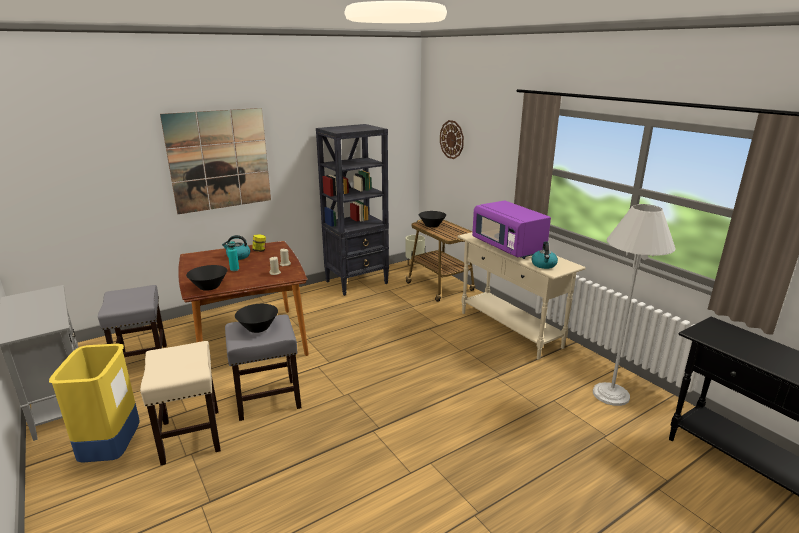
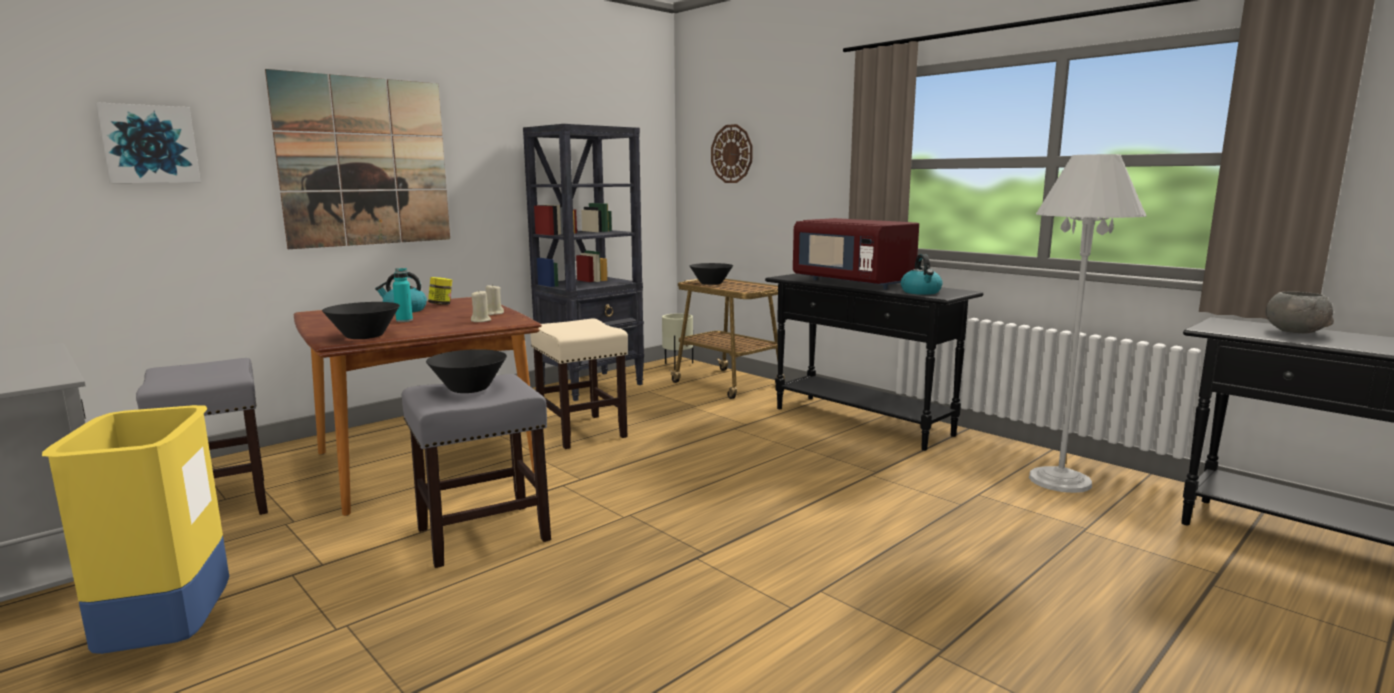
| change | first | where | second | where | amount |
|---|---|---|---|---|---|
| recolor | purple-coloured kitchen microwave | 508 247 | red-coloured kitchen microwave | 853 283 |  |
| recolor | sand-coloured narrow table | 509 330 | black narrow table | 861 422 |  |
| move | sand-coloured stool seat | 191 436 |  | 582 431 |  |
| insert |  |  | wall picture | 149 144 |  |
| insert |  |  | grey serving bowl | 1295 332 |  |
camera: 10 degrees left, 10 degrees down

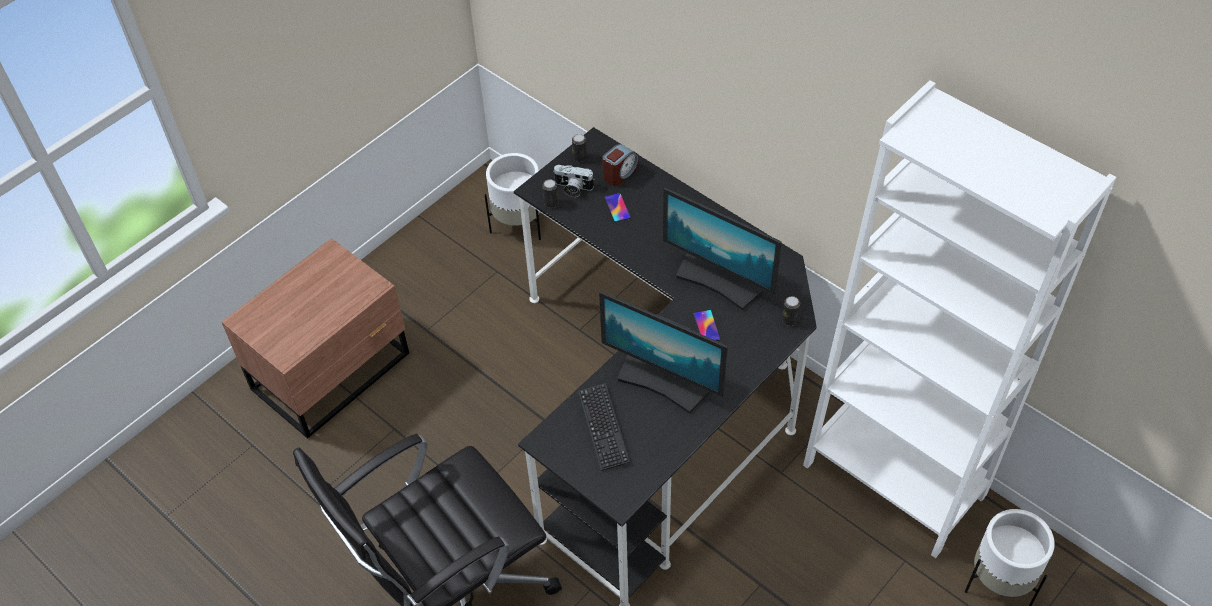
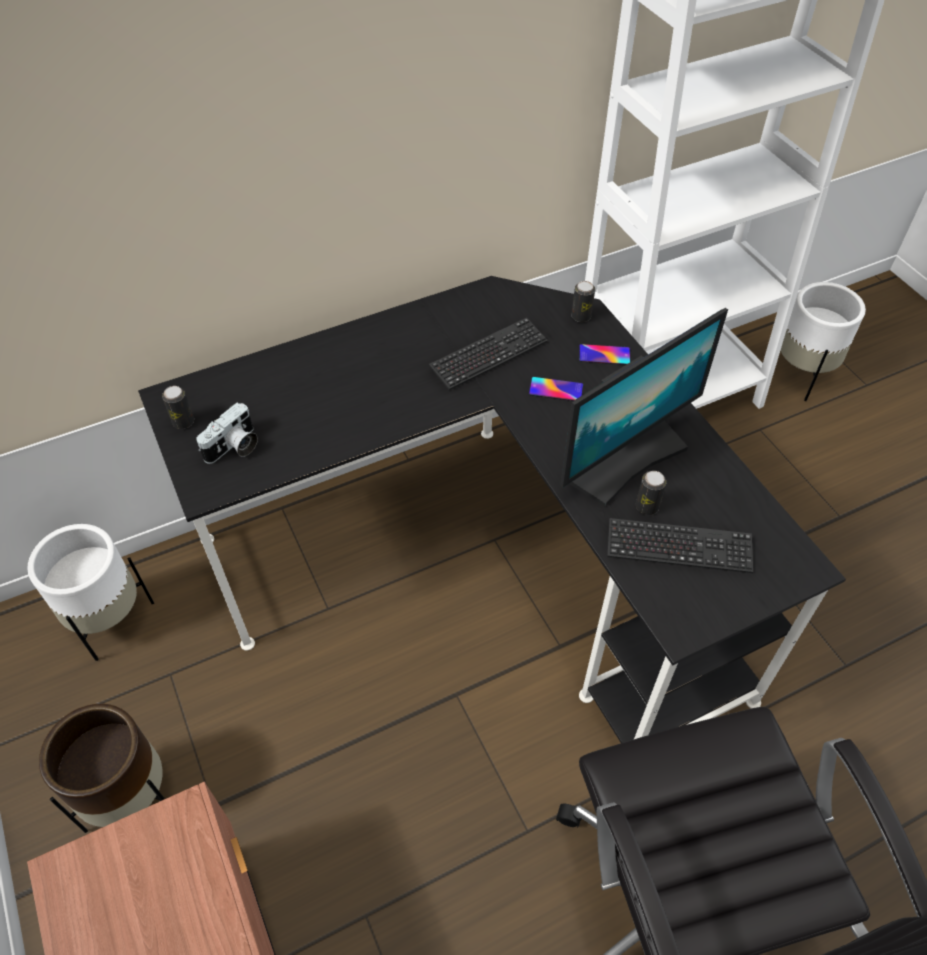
| change | first | where | second | where | amount |
|---|---|---|---|---|---|
| delete | bedside clock | 620 173 |  |  |  |
| move | metal can | 551 203 |  | 647 506 |  |
| replace | computer display | 718 280 | computer keyboard | 489 355 |  |
| move | telephone | 617 207 |  | 604 355 |  |
| insert |  |  | brownish plant pot | 131 797 |  |
camera: 70 degrees left, 0 degrees up

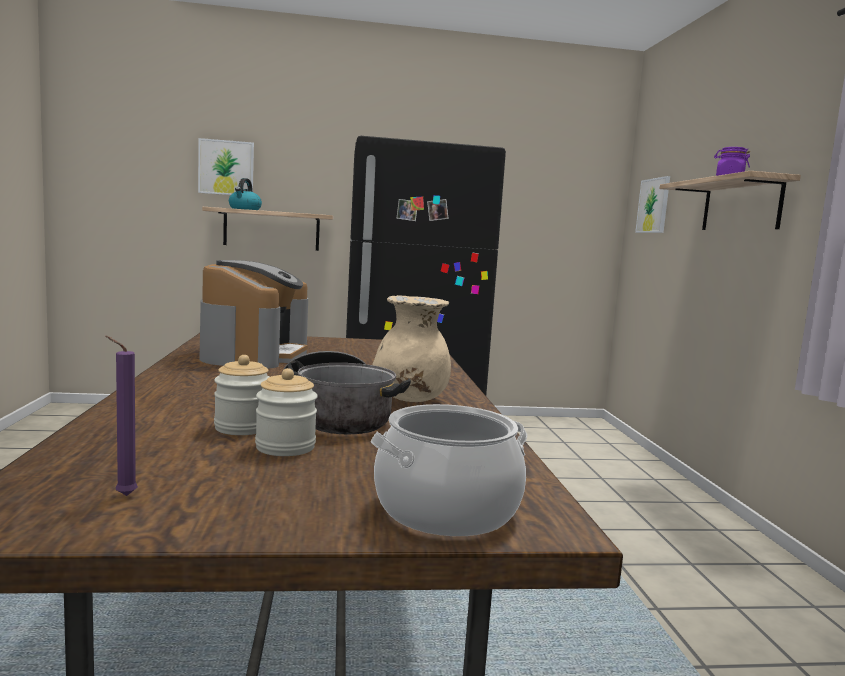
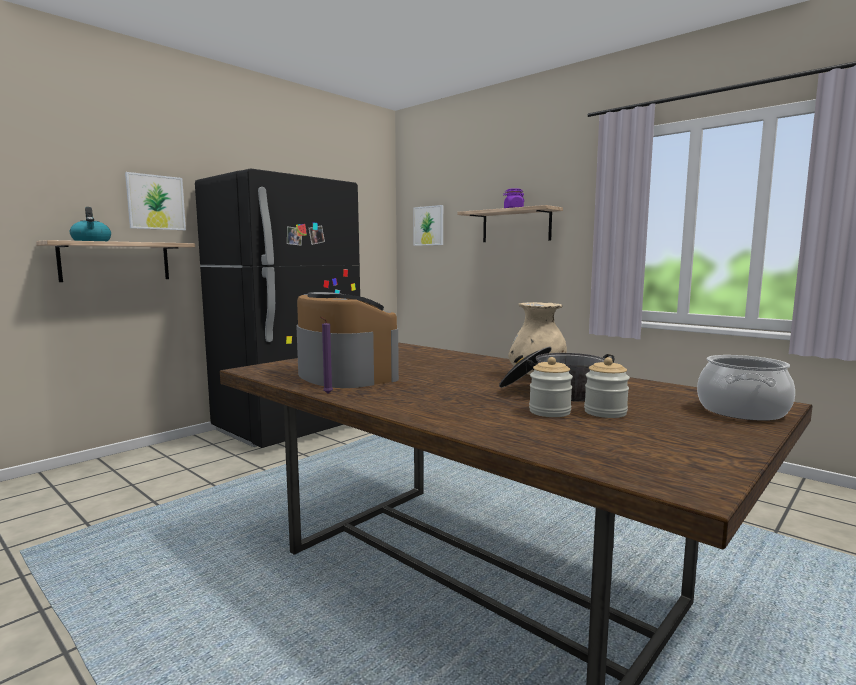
| change | first | where | second | where | amount |
|---|---|---|---|---|---|
| move | wall picture | 226 167 |  | 156 202 |  |
| move | purple-coloured wax candle | 122 496 |  | 326 394 |  |
camera: 40 degrees left, 0 degrees up

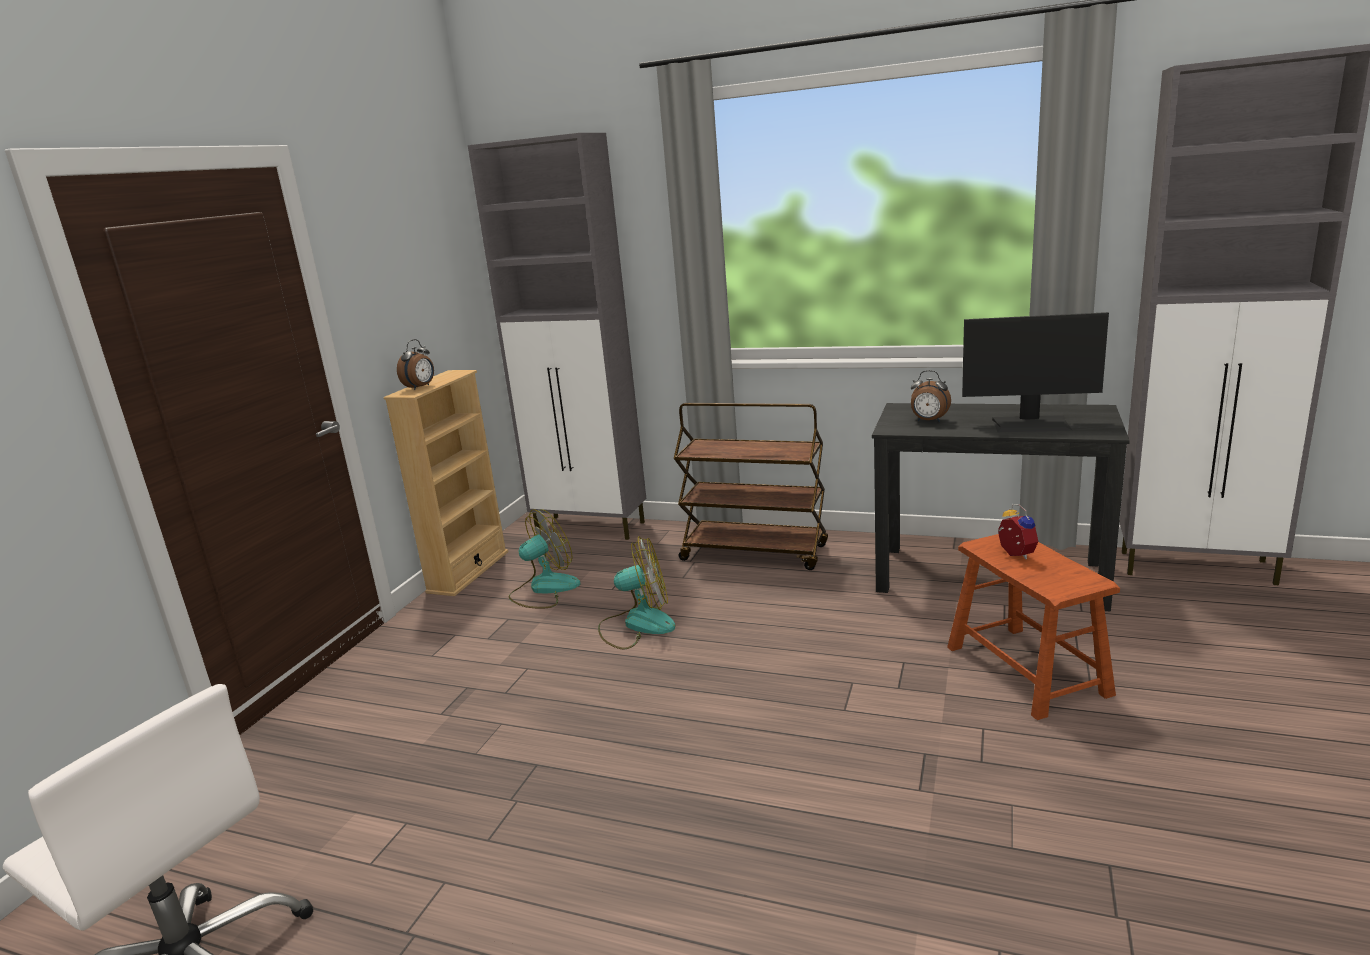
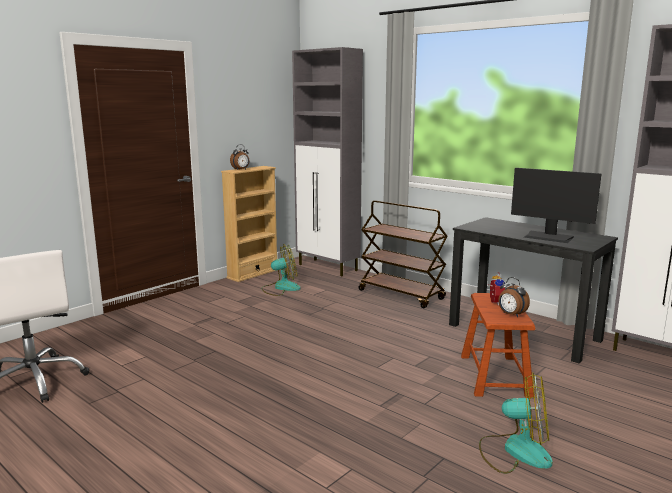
| change | first | where | second | where | amount |
|---|---|---|---|---|---|
| move | bedside clock | 929 421 |  | 511 314 |  |
| move | cooling fan | 637 625 |  | 515 451 |  |
camera: 20 degrees right, 5 degrees down

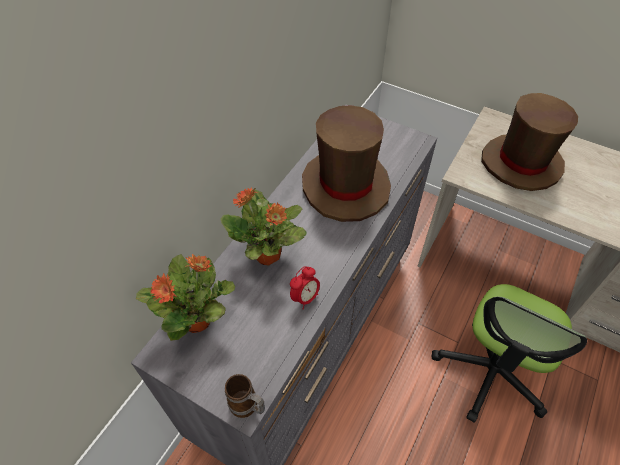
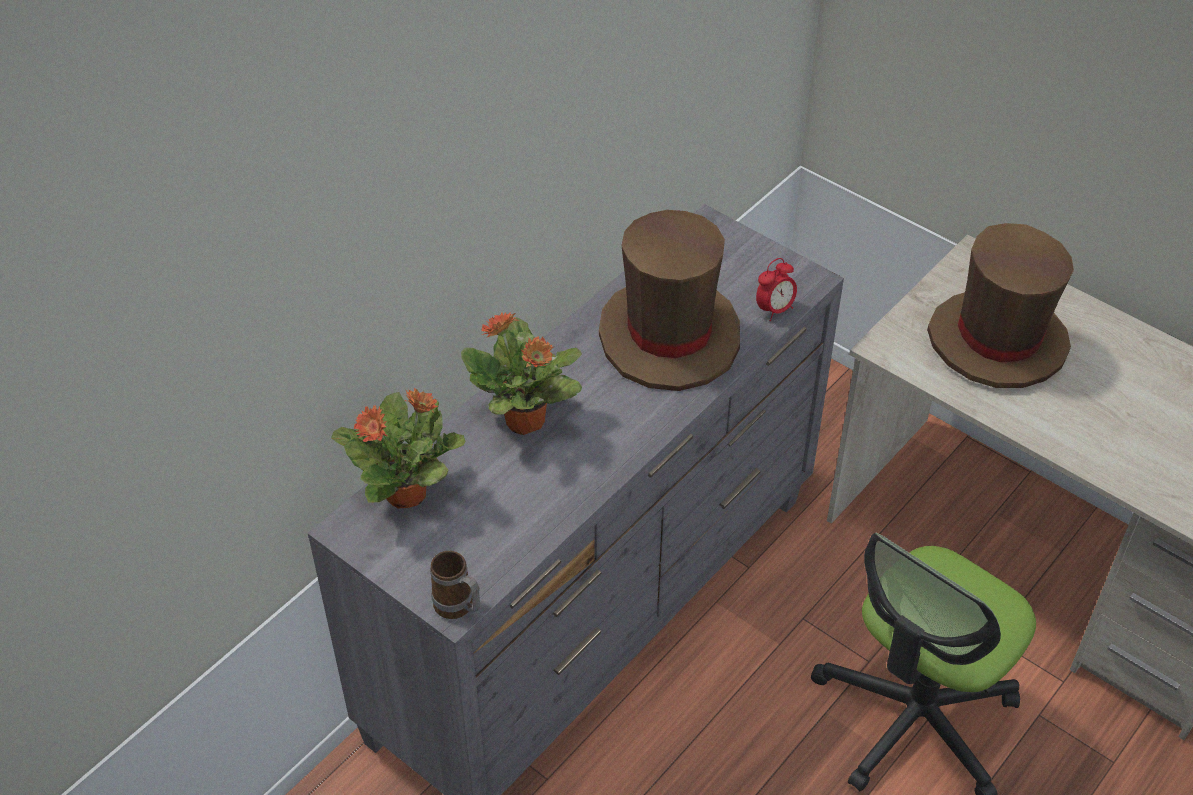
| change | first | where | second | where | amount |
|---|---|---|---|---|---|
| move | bedside clock | 305 297 |  | 774 310 |  |
camera: 10 degrees right, 5 degrees down

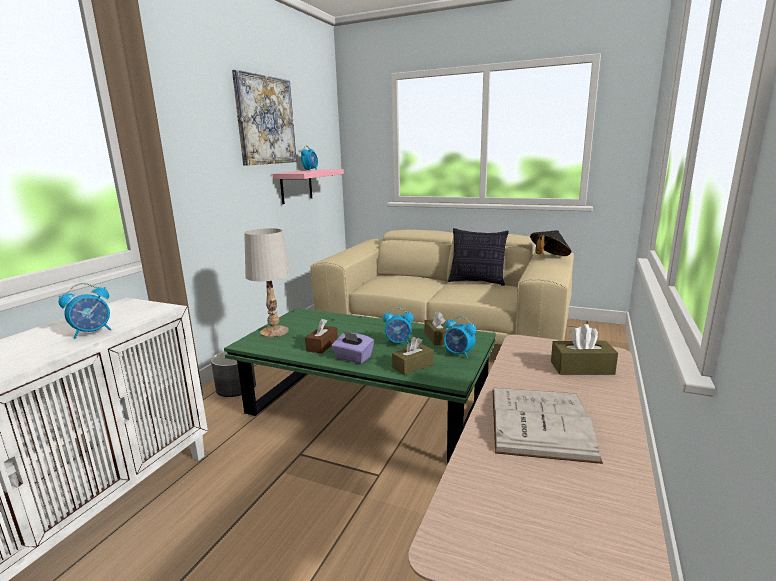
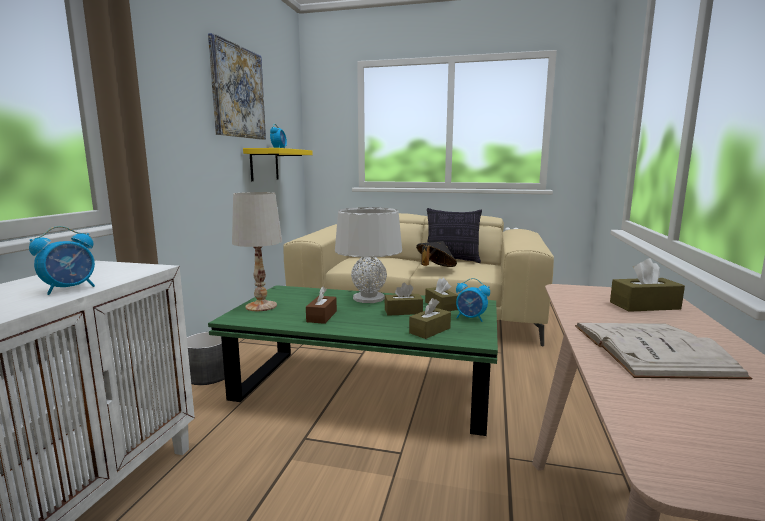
| change | first | where | second | where | amount |
|---|---|---|---|---|---|
| recolor | pink bracket shelf | 296 186 | yellow-coloured bracket shelf | 264 165 |  |
| move | black hat | 548 257 |  | 435 269 |  |
| replace | bedside clock | 398 343 | brownish tissue holder | 403 311 |  |
| delete | purple-coloured tissue holder | 353 358 |  |  |  |
| insert |  |  | grey lamp for a table | 368 298 |  |
camera: 10 degrees left, 5 degrees down

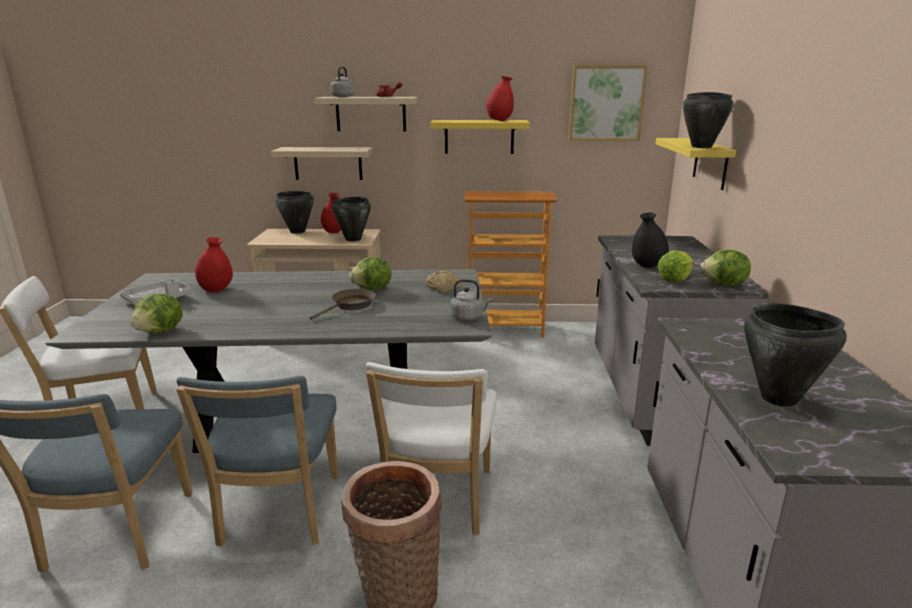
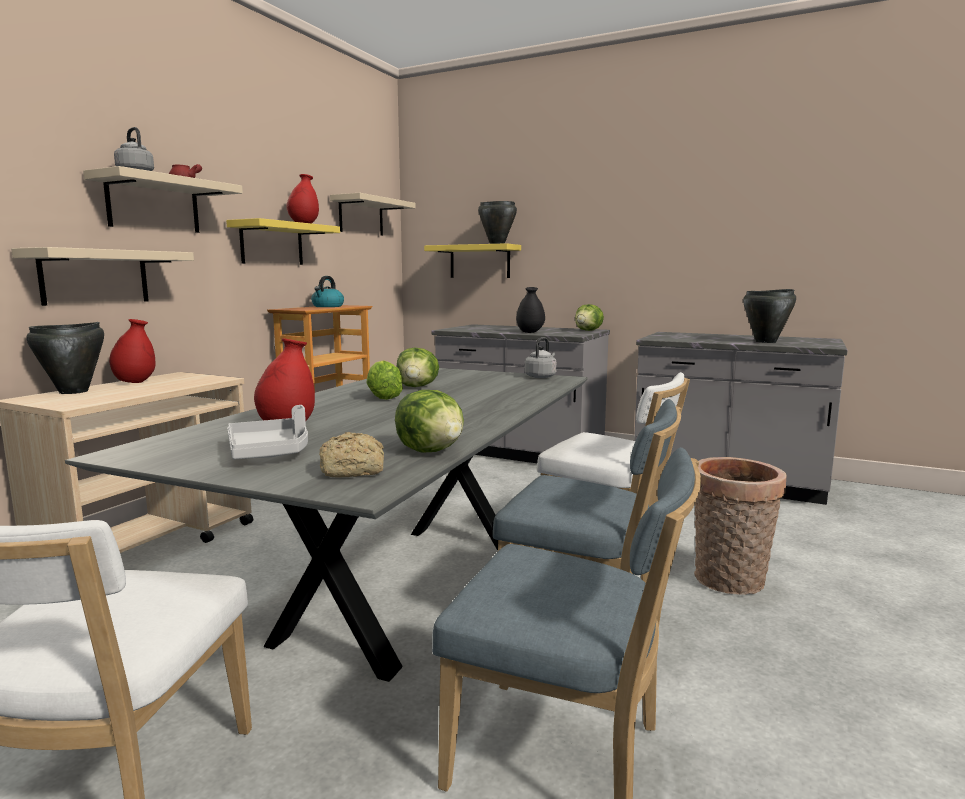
| change | first | where | second | where | amount |
|---|---|---|---|---|---|
| replace | wall picture | 606 103 | sand-coloured bracket shelf | 361 216 |  |
| delete | black stockpot | 352 239 |  |  |  |
| move | lettuce | 674 279 |  | 383 397 |  |
| move | baked bread | 443 288 |  | 354 470 |  |
| delete | brownish pan | 351 306 |  |  |  |
| insert |  |  | tea kettle | 327 306 |  |
camera: 65 degrees left, 10 degrees down

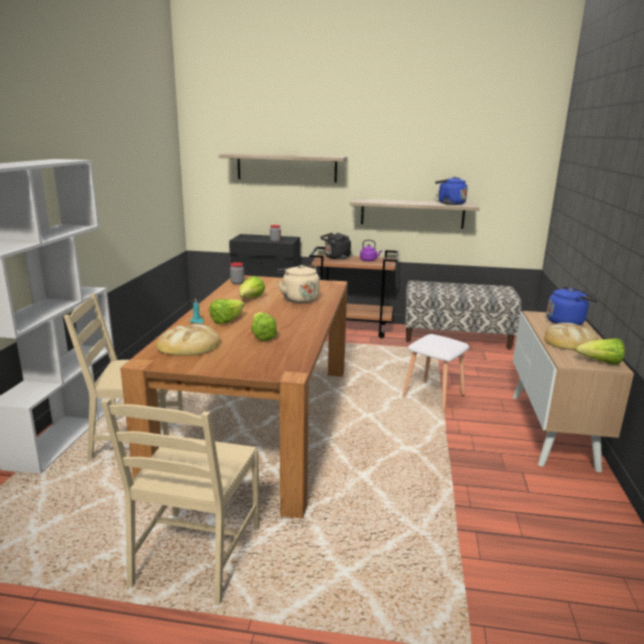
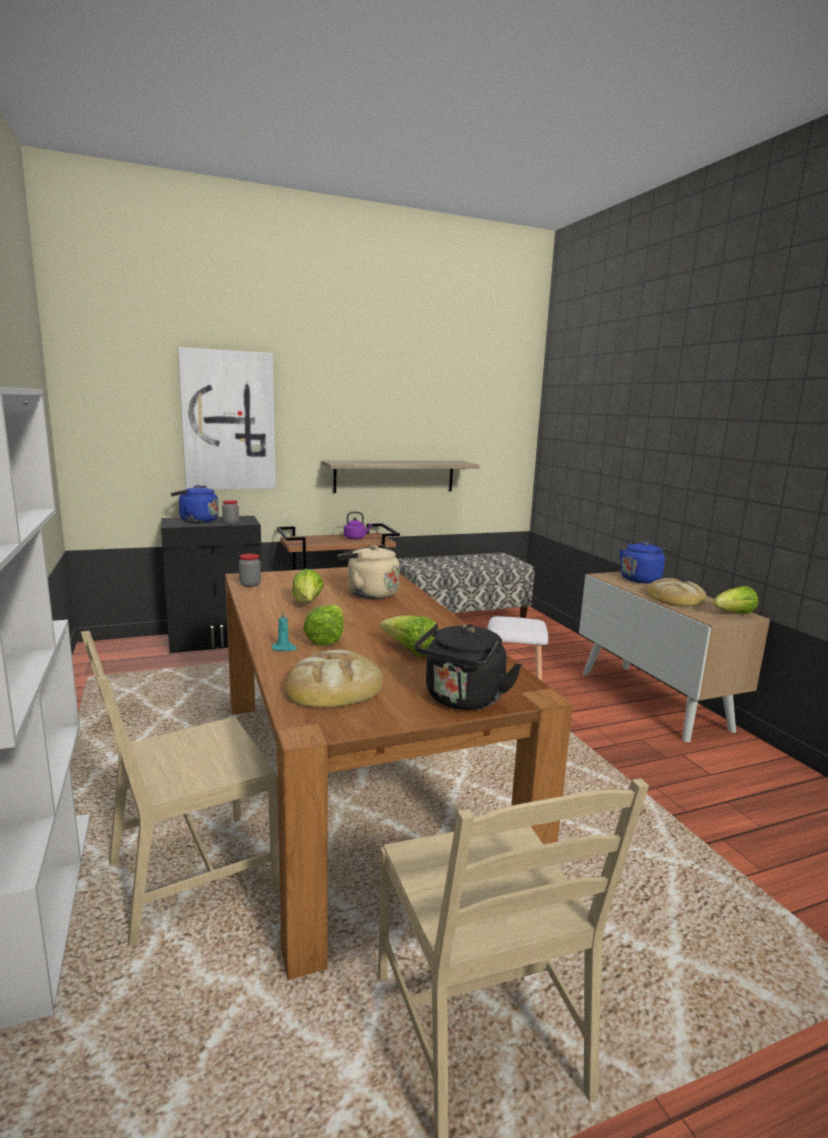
| change | first | where | second | where | amount |
|---|---|---|---|---|---|
| replace | bracket shelf | 286 167 | wall picture | 228 421 |  |
| move | bluish tea kettle | 449 203 |  | 196 521 |  |
| move | black tea kettle | 336 258 |  | 462 700 |  |
camera: 30 degrees left, 5 degrees down

